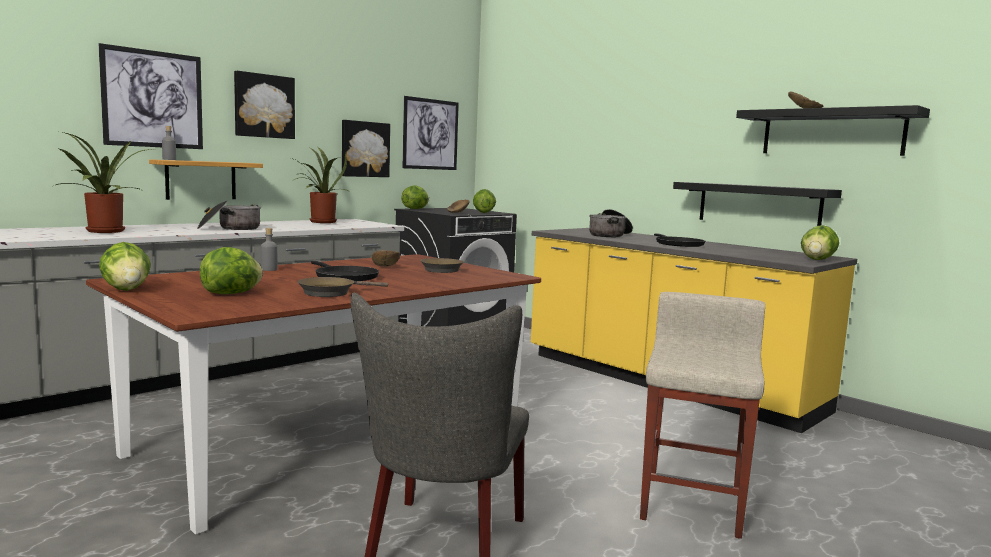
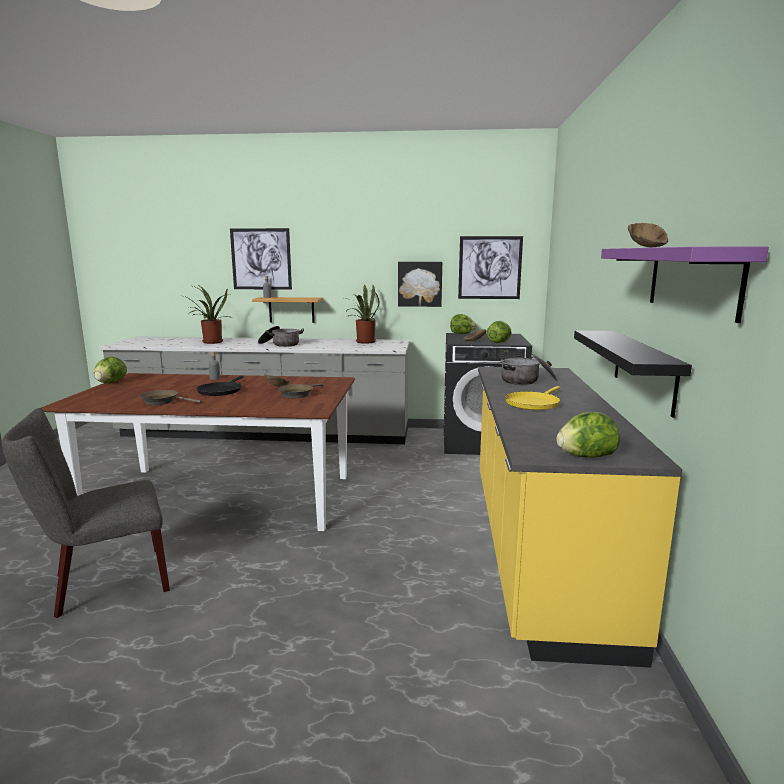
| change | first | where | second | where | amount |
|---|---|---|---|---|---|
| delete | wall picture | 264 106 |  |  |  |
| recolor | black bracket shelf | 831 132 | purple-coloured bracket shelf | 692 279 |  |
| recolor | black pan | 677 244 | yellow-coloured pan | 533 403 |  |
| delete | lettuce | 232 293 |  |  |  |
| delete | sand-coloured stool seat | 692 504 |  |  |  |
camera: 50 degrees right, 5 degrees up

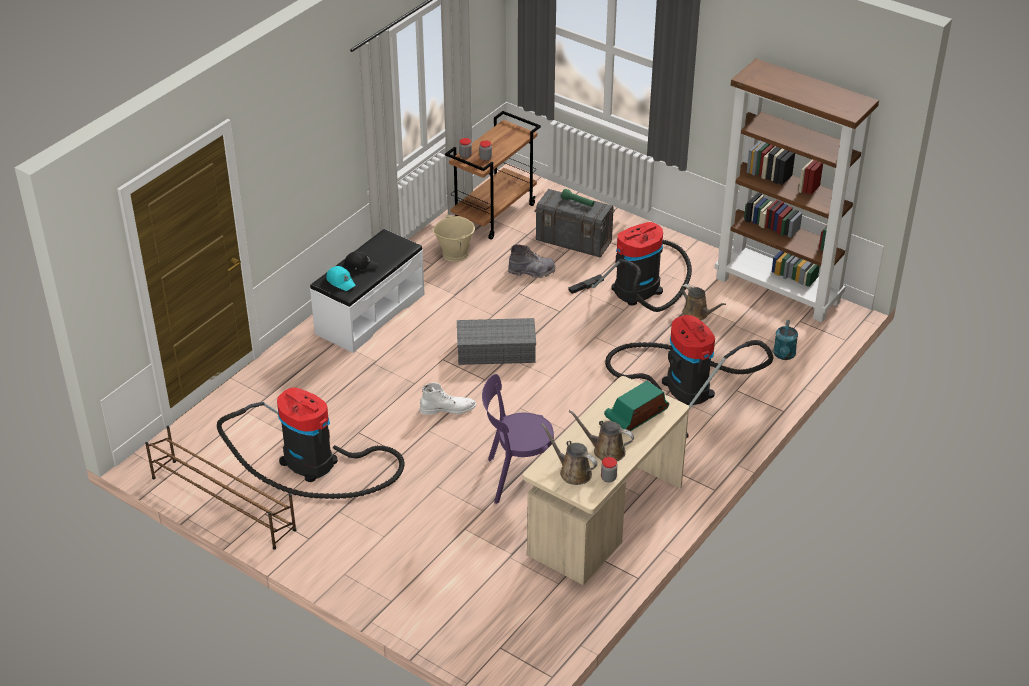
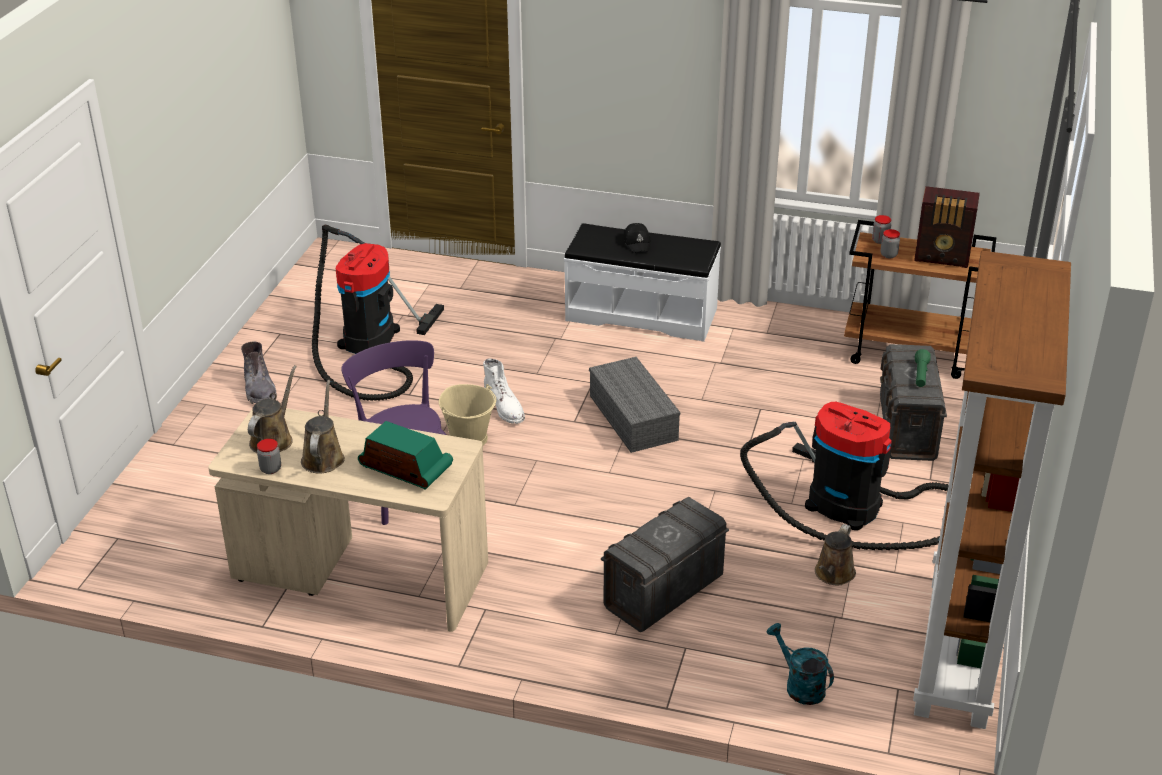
| change | first | where | second | where | amount |
|---|---|---|---|---|---|
| move | sand-coloured water bucket | 455 253 |  | 469 438 |  |
| move | grey boot | 532 271 |  | 259 390 |  |
| delete | turquoise cap | 341 281 |  |  |  |
| replace | vacuum cleaner | 683 386 | grey storage box | 663 592 |  |
| rotate | turquoise watering can | 784 355 |  | 799 685 | 60 degrees clockwise |
| delete | brownish shoe rack | 222 503 |  |  |  |
| insert |  |  | radio set | 943 257 |  |
camera: 70 degrees right, 5 degrees down

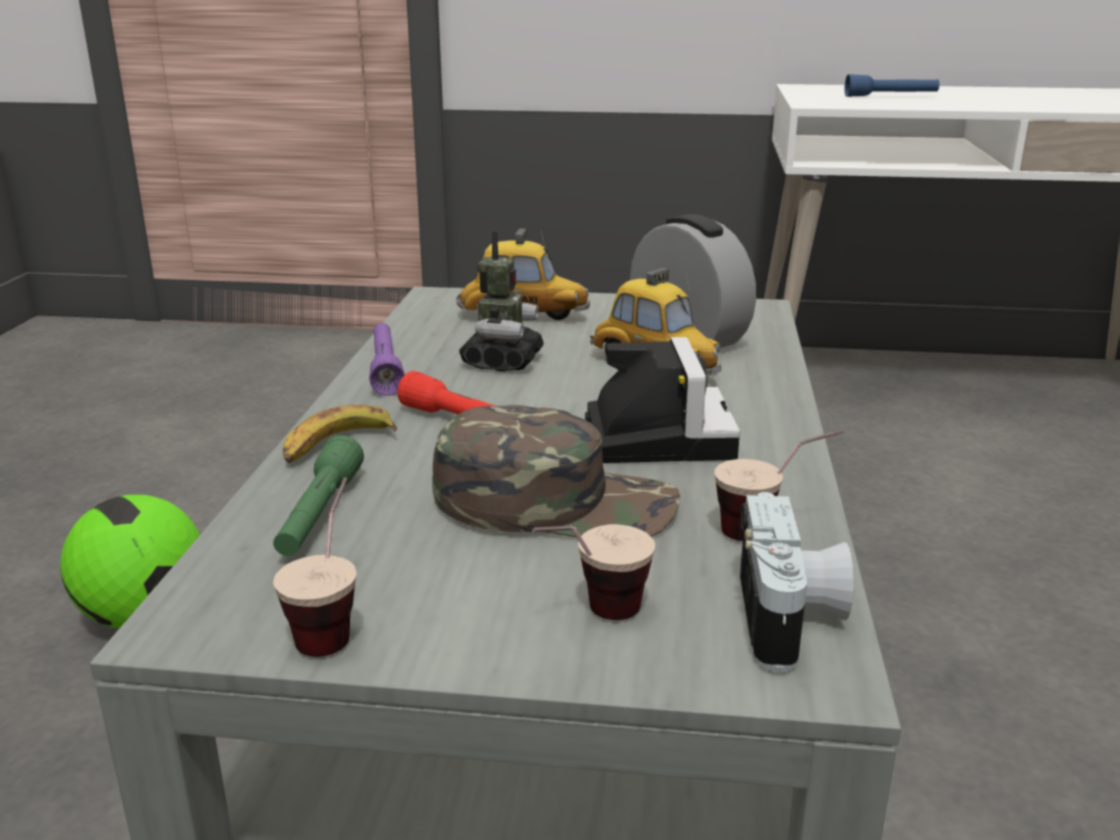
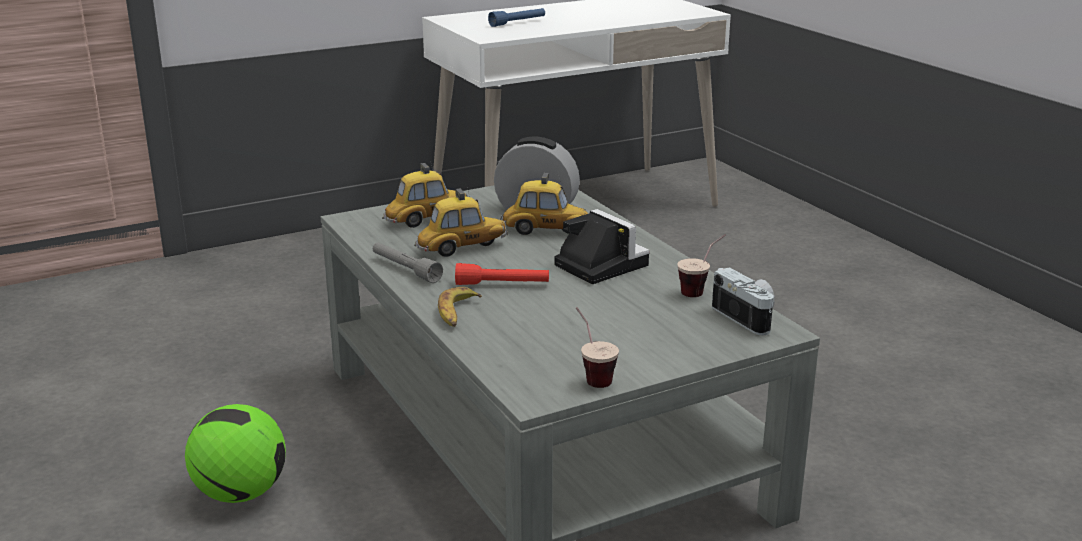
| change | first | where | second | where | amount |
|---|---|---|---|---|---|
| replace | robot figure | 502 361 | model car | 462 248 |  |
| recolor | purple-coloured torch | 385 369 | grey torch | 405 269 |  |
| delete | green-coloured cap | 555 501 |  |  |  |
| delete | green-coloured torch | 319 515 |  |  |  |
| delete | drinking cup | 590 618 |  |  |  |
camera: 35 degrees left, 0 degrees up

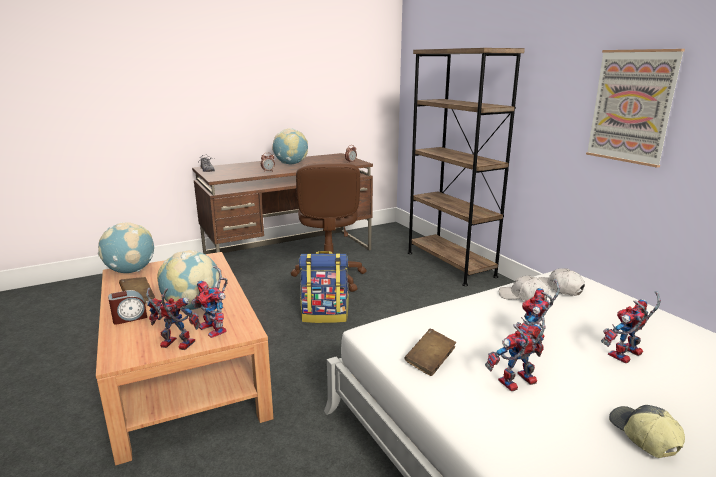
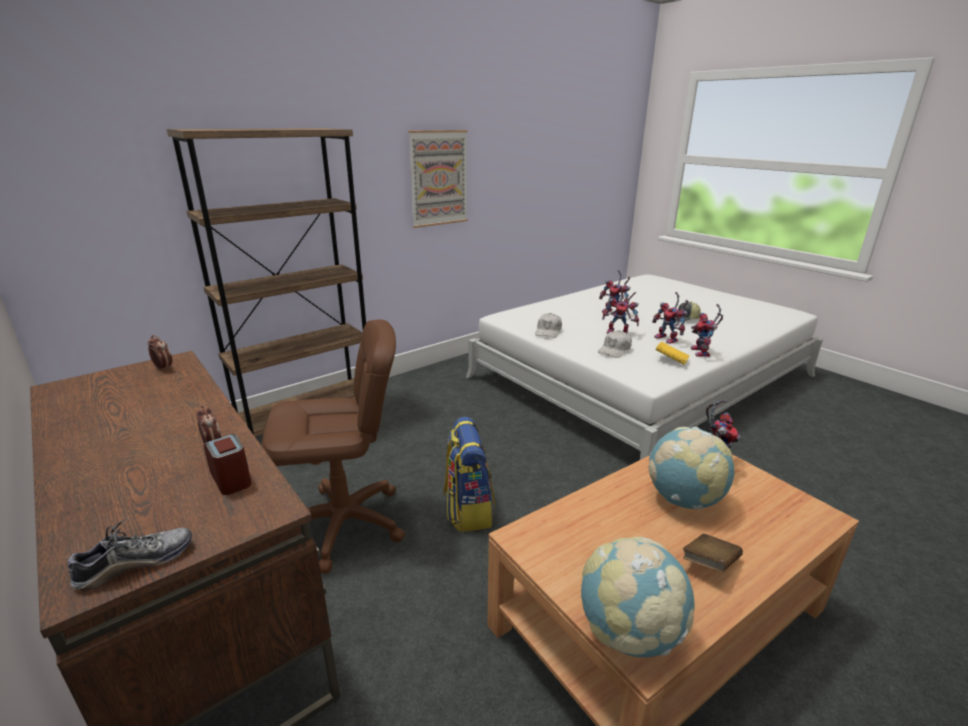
| change | first | where | second | where | amount |
|---|---|---|---|---|---|
| delete | globe | 291 164 |  |  |  |
| move | white cap | 559 288 |  | 615 350 |  |
| move | robot figure | 173 345 |  | 702 353 |  |
| move | bedside clock | 129 318 |  | 231 478 |  |
| recolor | brownish book | 430 362 | yellow-coloured book | 670 361 |  |
camera: 100 degrees left, 5 degrees up

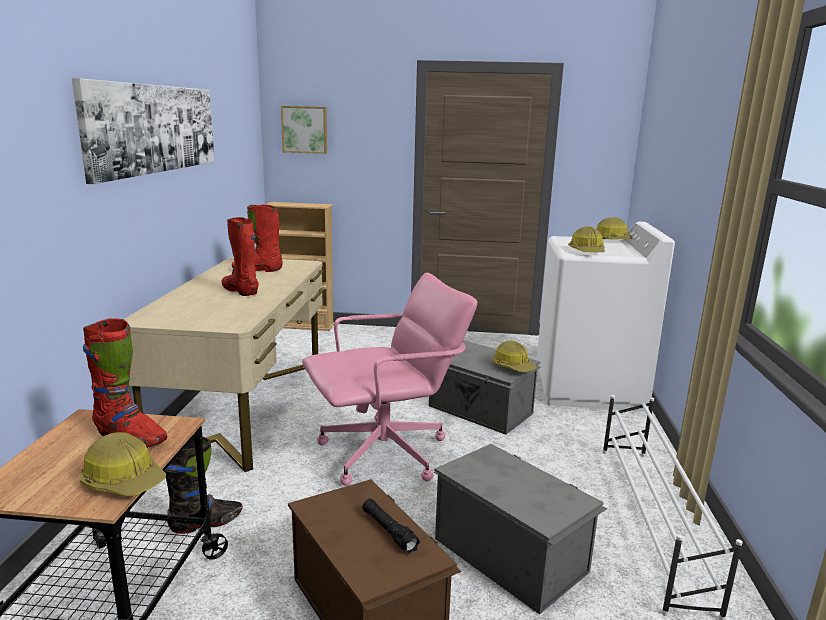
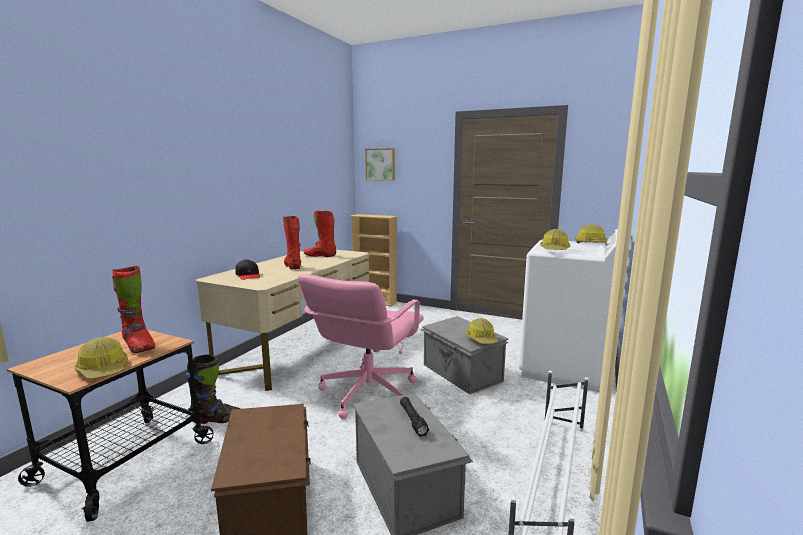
| change | first | where | second | where | amount |
|---|---|---|---|---|---|
| delete | wall picture | 154 128 |  |  |  |
| rotate | pink office chair | 386 453 |  | 367 393 | 120 degrees clockwise |
| move | black torch | 389 531 |  | 413 420 |  |
| insert |  |  | black cap | 248 275 |  |
camera: 20 degrees right, 5 degrees down

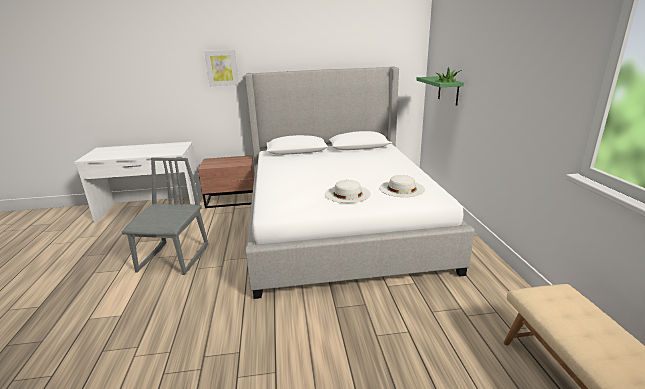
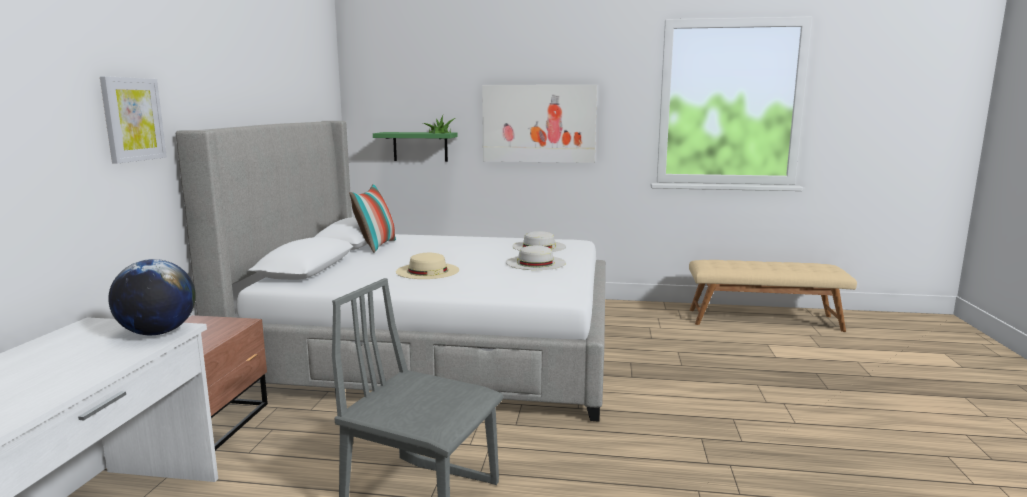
| change | first | where | second | where | amount |
|---|---|---|---|---|---|
| insert |  |  | wall picture | 539 123 |  |
| insert |  |  | throw pillow | 375 246 |  |
| insert |  |  | sand-coloured hat | 427 271 |  |
| insert |  |  | globe | 158 333 |  |
camera: 75 degrees left, 10 degrees down

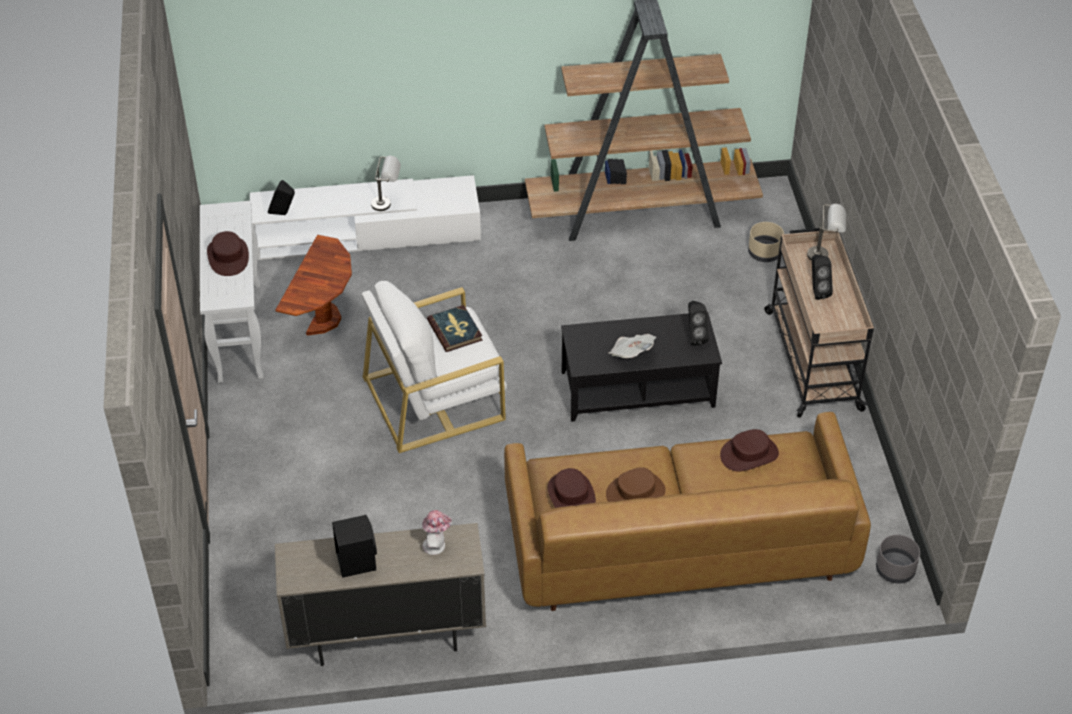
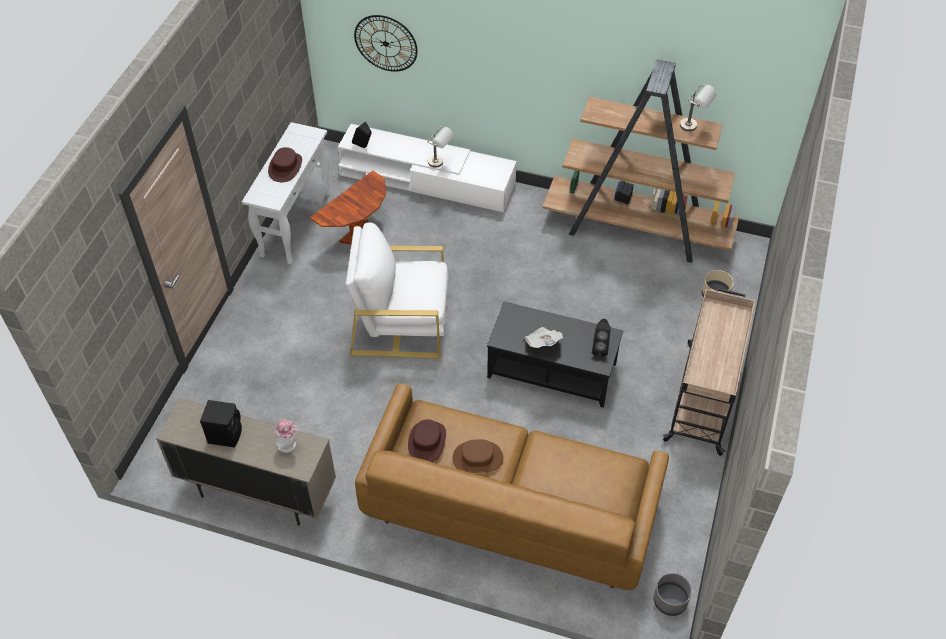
| change | first | where | second | where | amount |
|---|---|---|---|---|---|
| move | grey lamp for a table | 825 255 |  | 694 127 |  |
| delete | black audio speaker | 817 291 |  |  |  |
| delete | book | 455 330 |  |  |  |
| delete | brownish hat | 749 454 |  |  |  |
| insert |  |  | clock on the wall | 385 43 |  |
camera: 25 degrees right, 5 degrees up

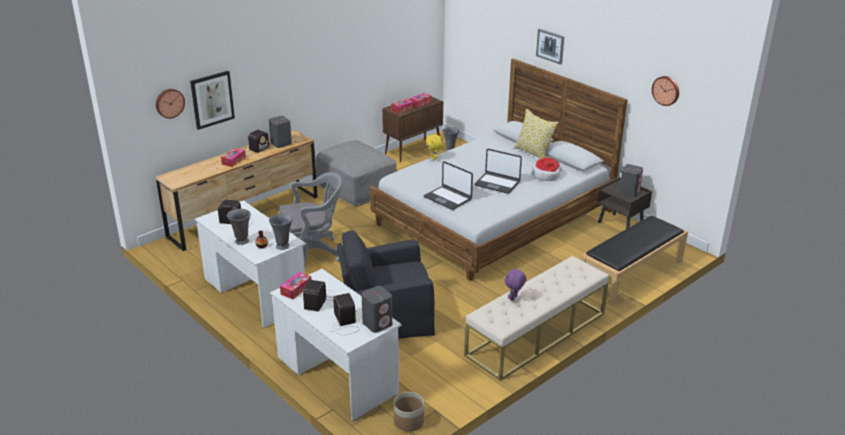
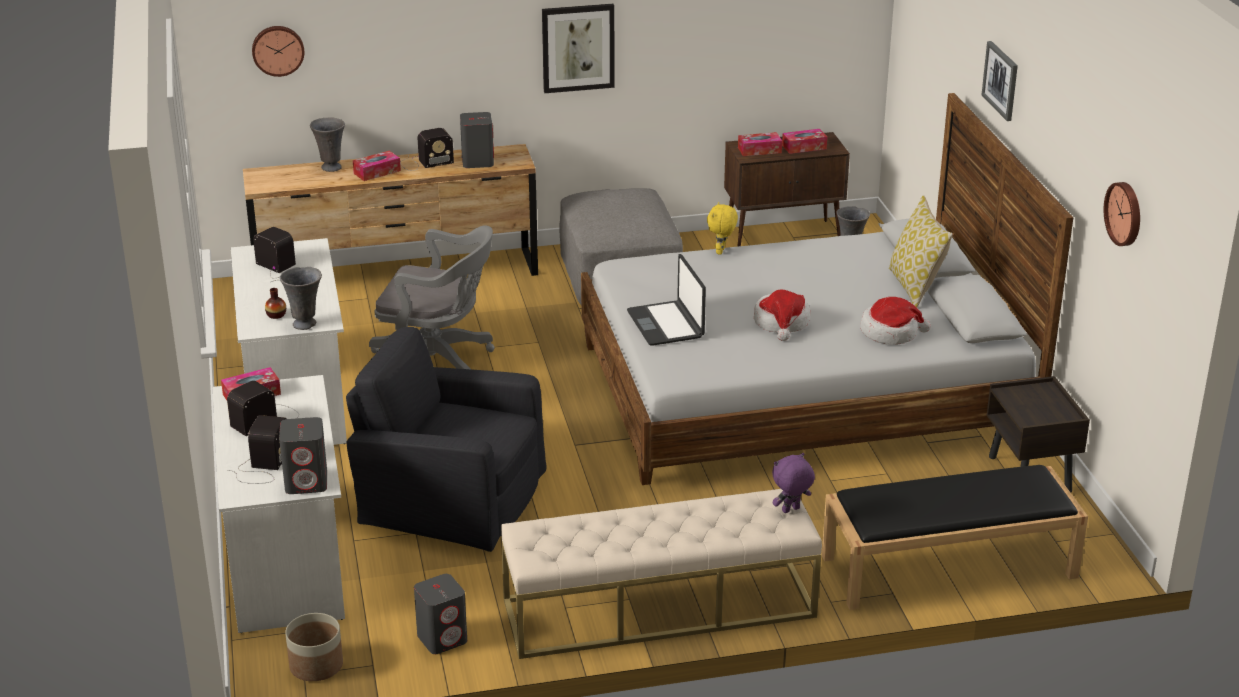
| change | first | where | second | where | amount |
|---|---|---|---|---|---|
| move | wall picture | 212 99 |  | 578 47 |  |
| replace | notebook computer | 497 183 | hat | 782 323 |  |
| move | grey audio speaker | 629 192 |  | 442 638 |  |
| move | grey vase | 241 241 |  | 330 167 |  |
| move | purple-coloured cuddly toy | 514 298 |  | 791 510 |  |
camera: 30 degrees right, 0 degrees up

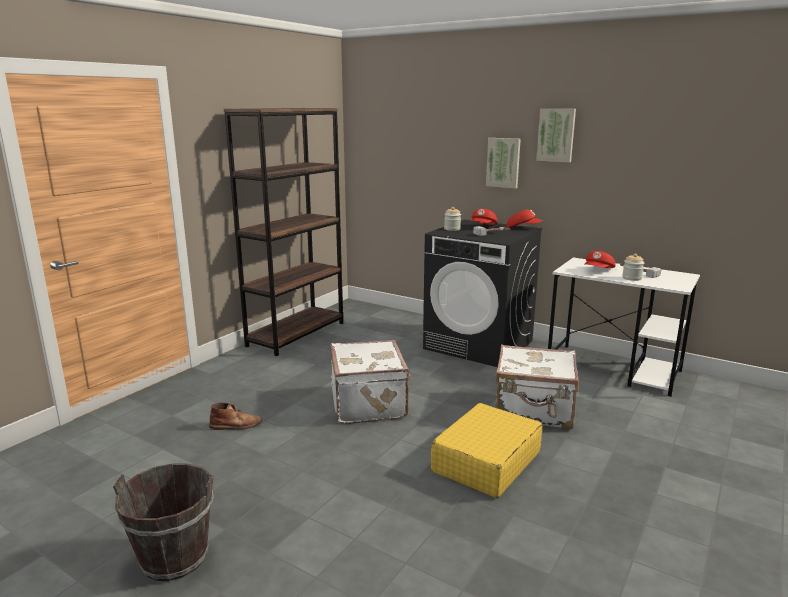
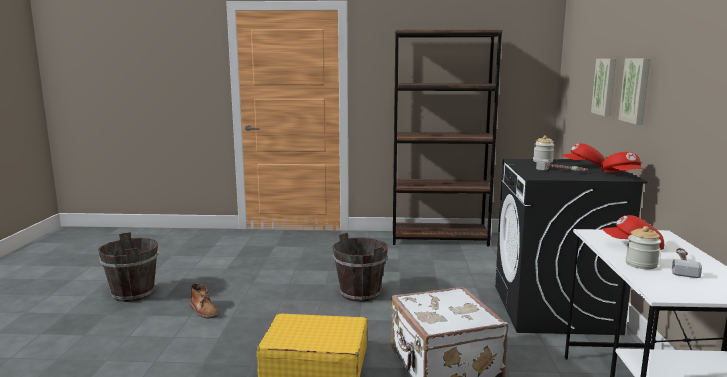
| change | first | where | second | where | amount |
|---|---|---|---|---|---|
| move | wall picture | 556 135 |  | 605 86 |  |
| replace | white travel case | 370 403 | brownish water bucket | 360 293 |  |
| move | brownish boot | 236 425 |  | 204 310 |  |
camera: 60 degrees right, 5 degrees down

